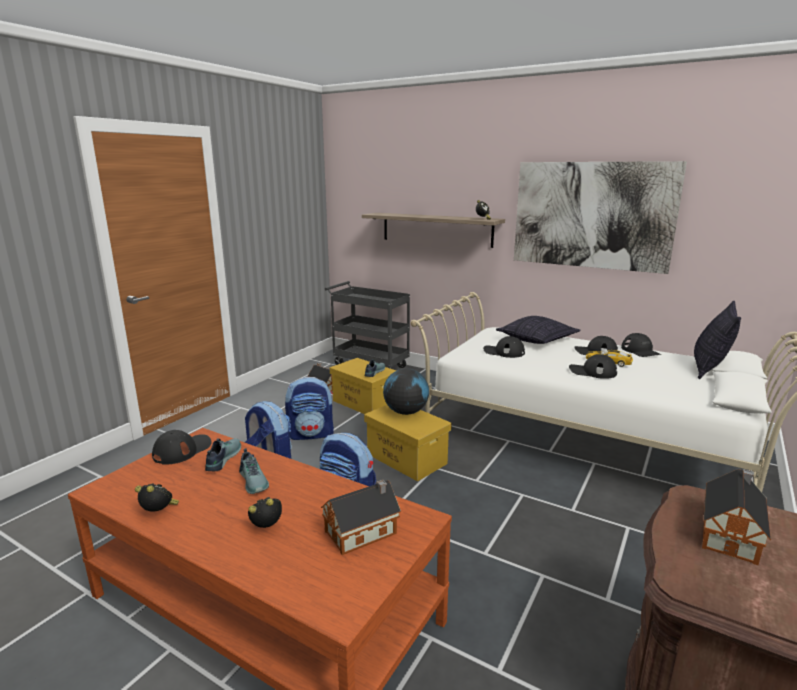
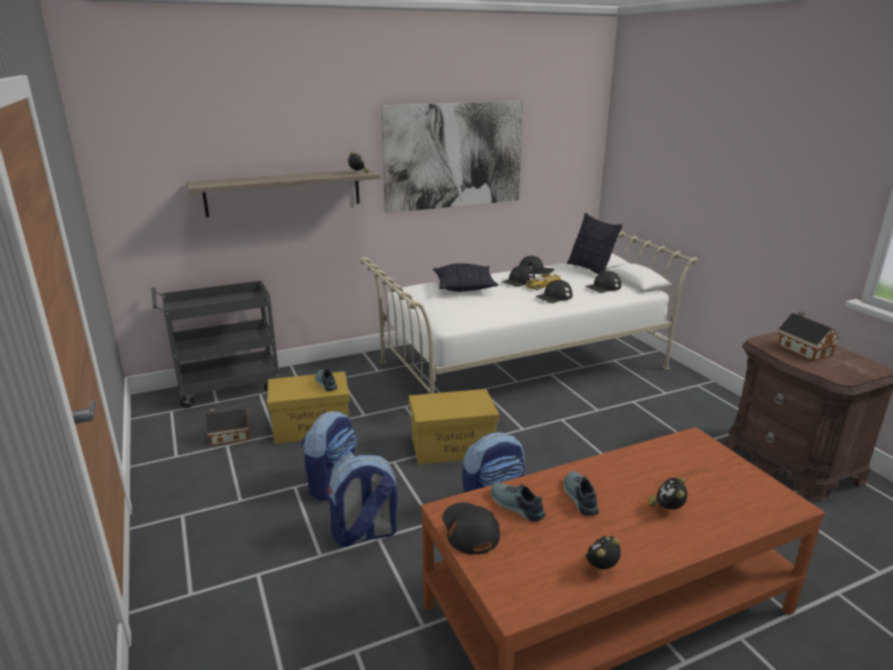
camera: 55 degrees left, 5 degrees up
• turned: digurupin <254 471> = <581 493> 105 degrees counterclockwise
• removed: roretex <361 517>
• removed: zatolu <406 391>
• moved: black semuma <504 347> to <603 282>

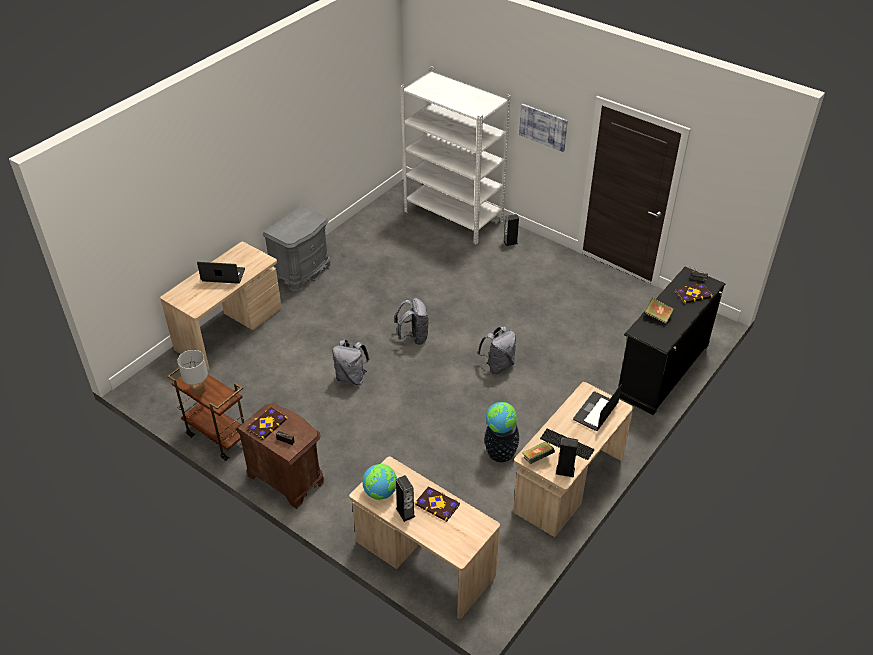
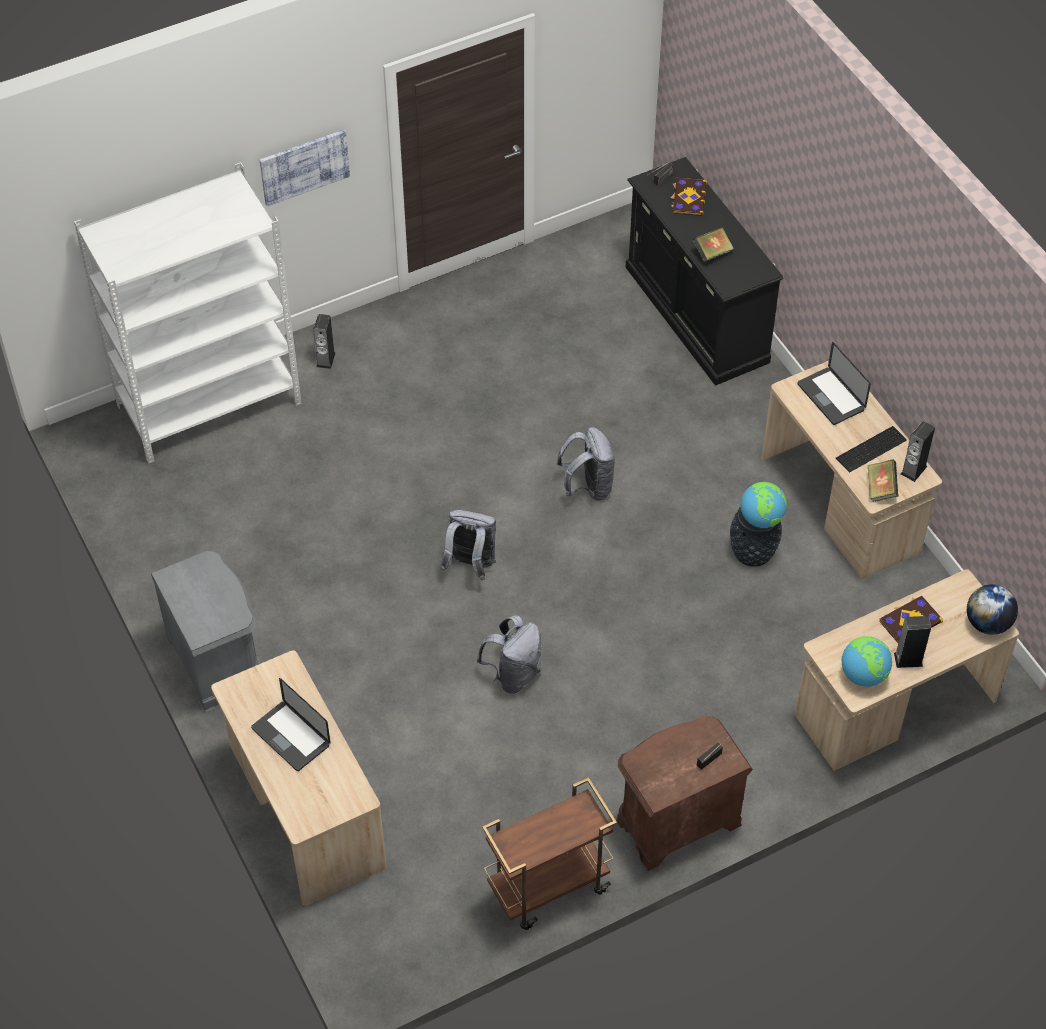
camera: 65 degrees left, 10 degrees up
• removed: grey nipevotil <192 372>
• turned: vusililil <221 273> = <290 724> 75 degrees counterclockwise
• removed: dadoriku <267 423>
• added: zatolu <992 609>

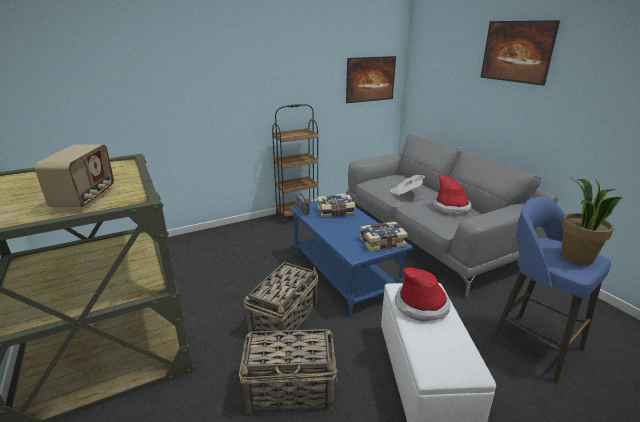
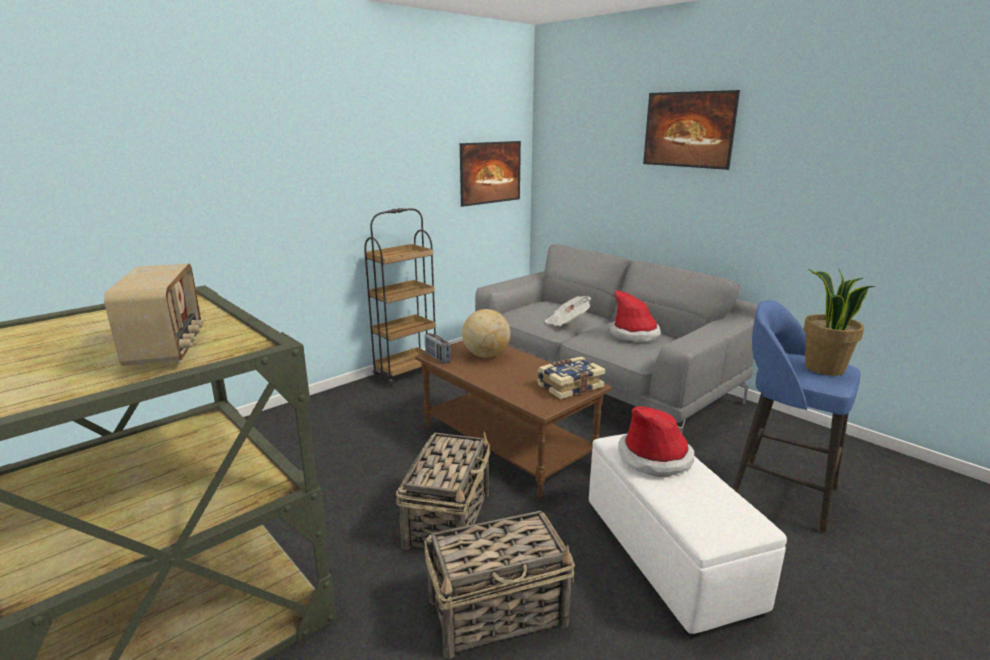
camera: 15 degrees left, 5 degrees down
• recoloured: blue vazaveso <351 258> to brown vazaveso <513 419>
• replaced: dadoriku <336 205> to zatolu <486 333>

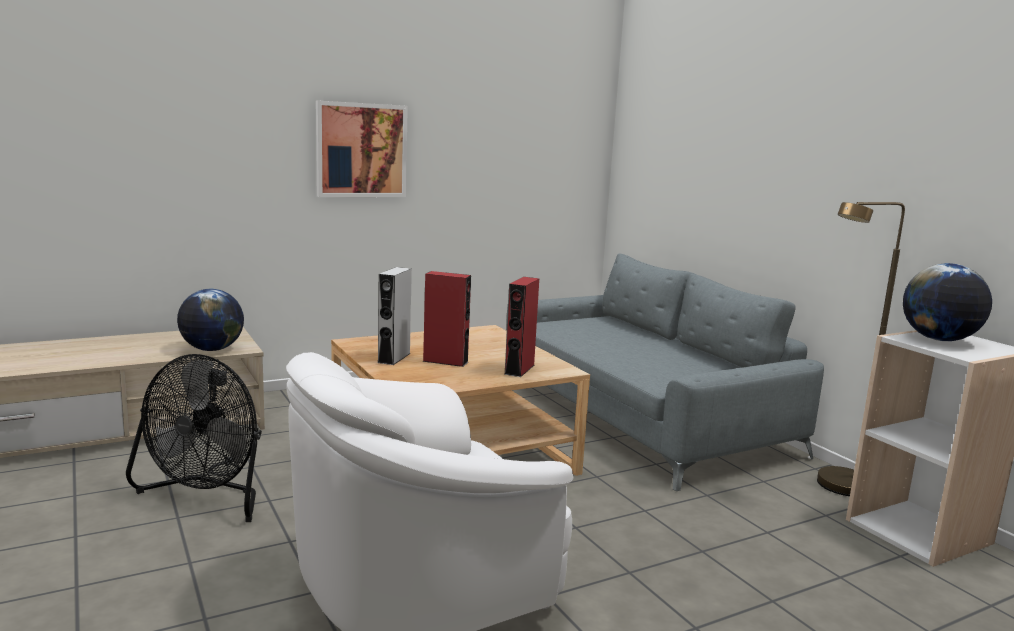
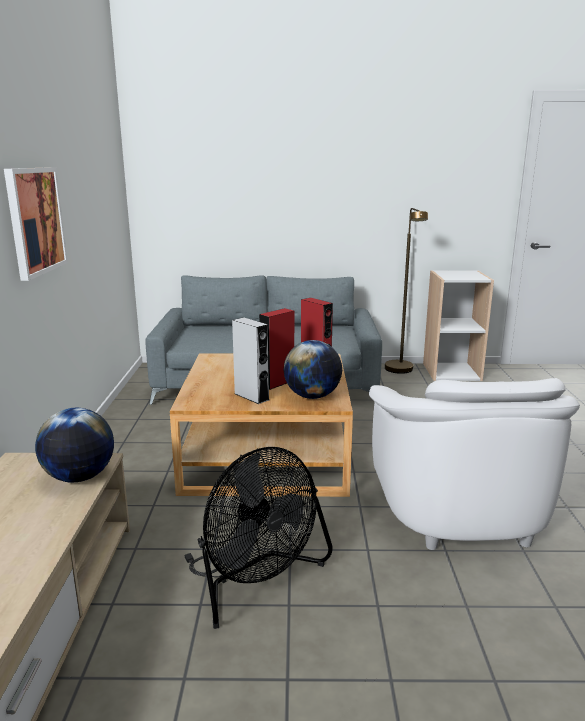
camera: 60 degrees left, 5 degrees up
• moved: zatolu <947 302> to <313 369>

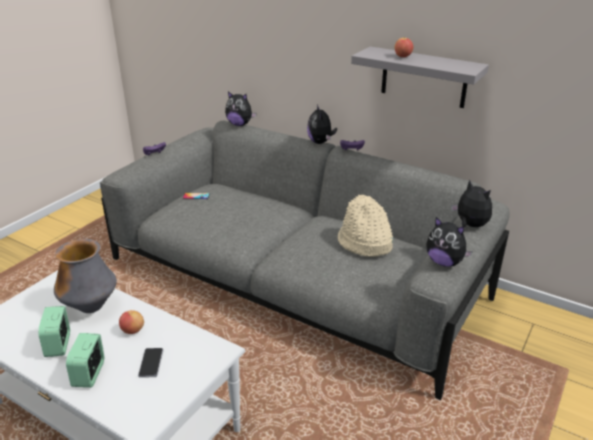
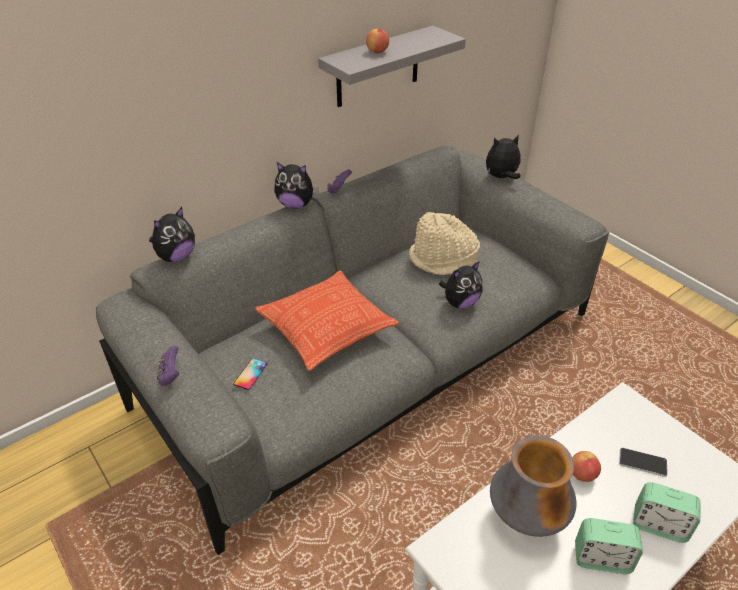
camera: 70 degrees left, 10 degrees up
• moved: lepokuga <449 242> to <460 284>
• added: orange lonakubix <327 321>

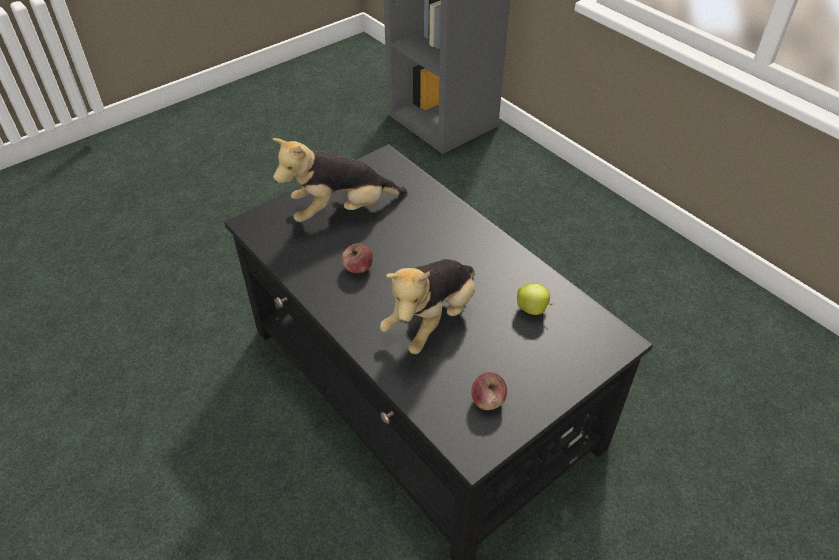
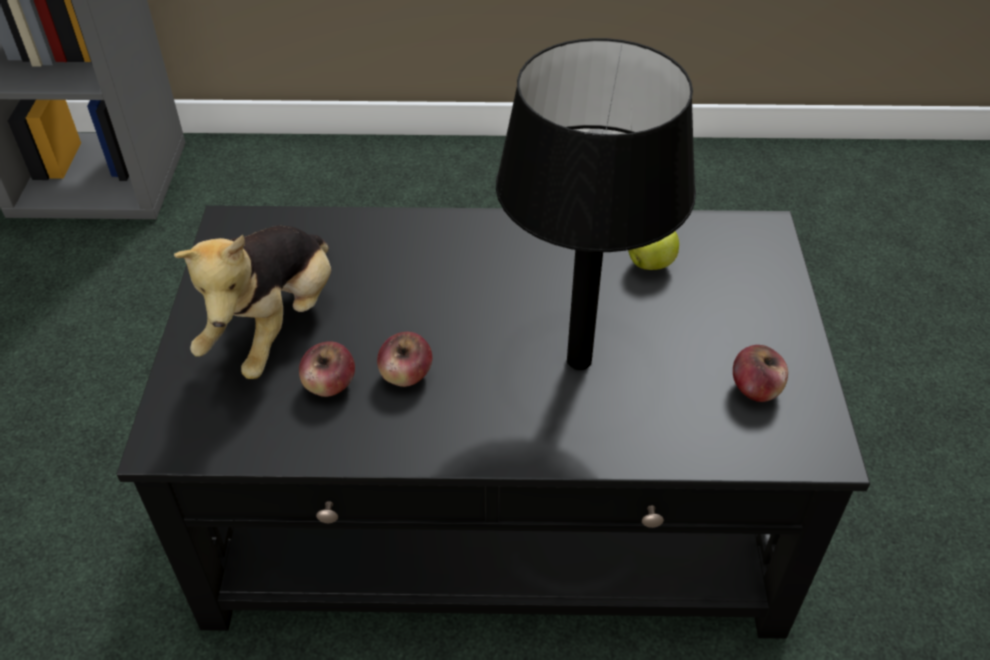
camera: 50 degrees left, 0 degrees up
• replaced: lepokuga <427 306> to black nipevotil <596 204>
• added: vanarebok <327 369>

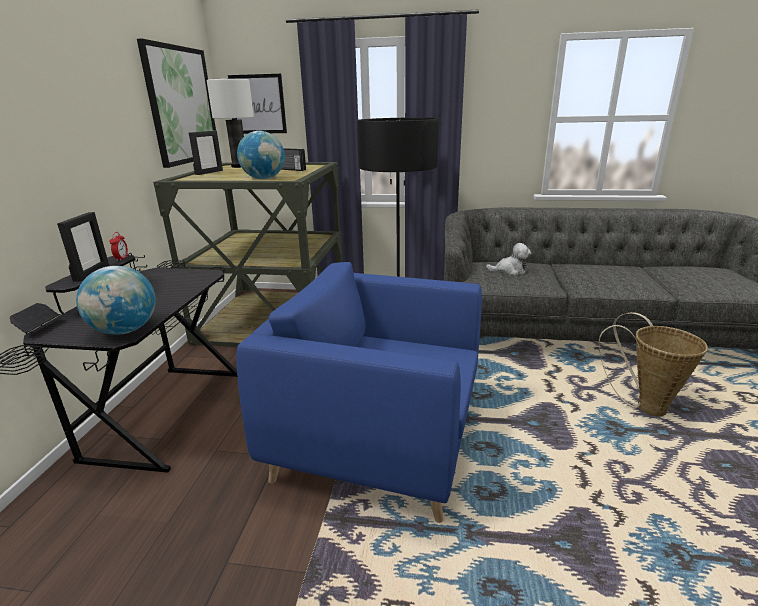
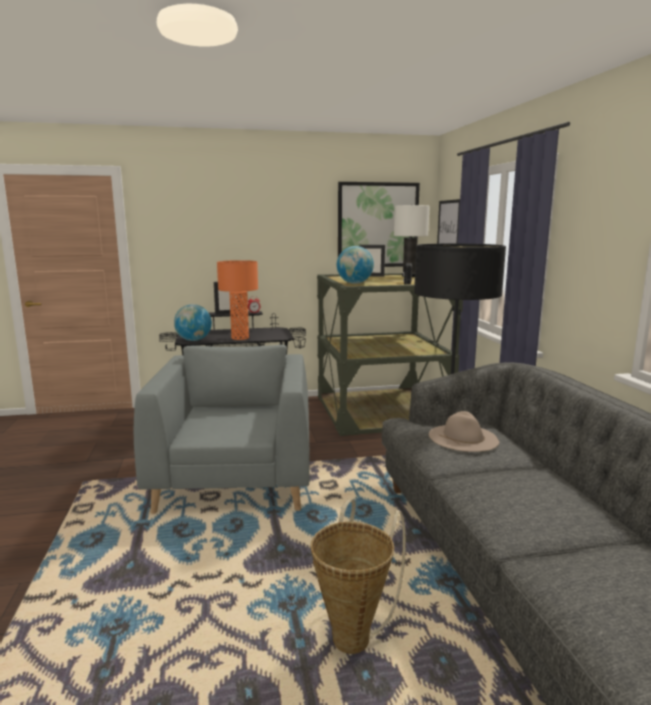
camera: 70 degrees right, 10 degrees down
• recoloured: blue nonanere <359 392> to grey nonanere <222 429>
• replaced: lepokuga <508 259> to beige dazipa <464 431>
• added: orange nipevotil <237 300>

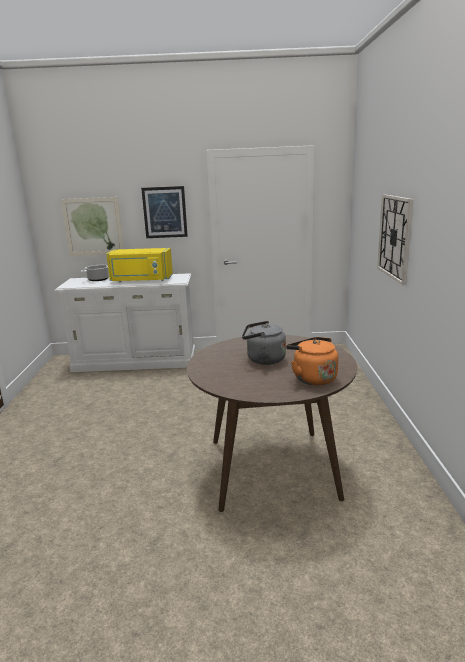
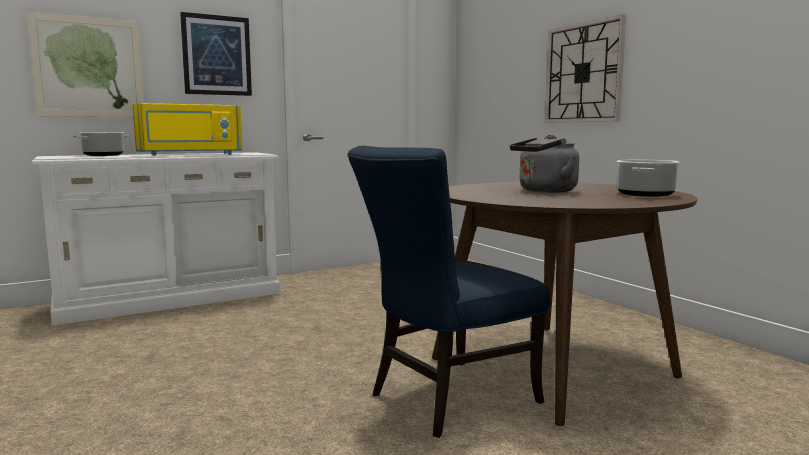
camera: 30 degrees left, 10 degrees down
• replaced: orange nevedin <312 361> to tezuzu <648 178>
• added: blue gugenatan <448 292>

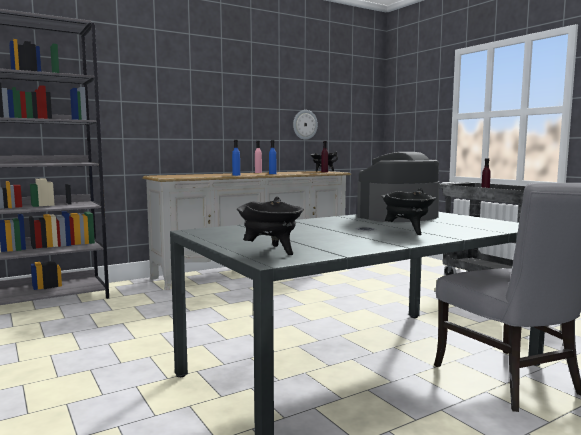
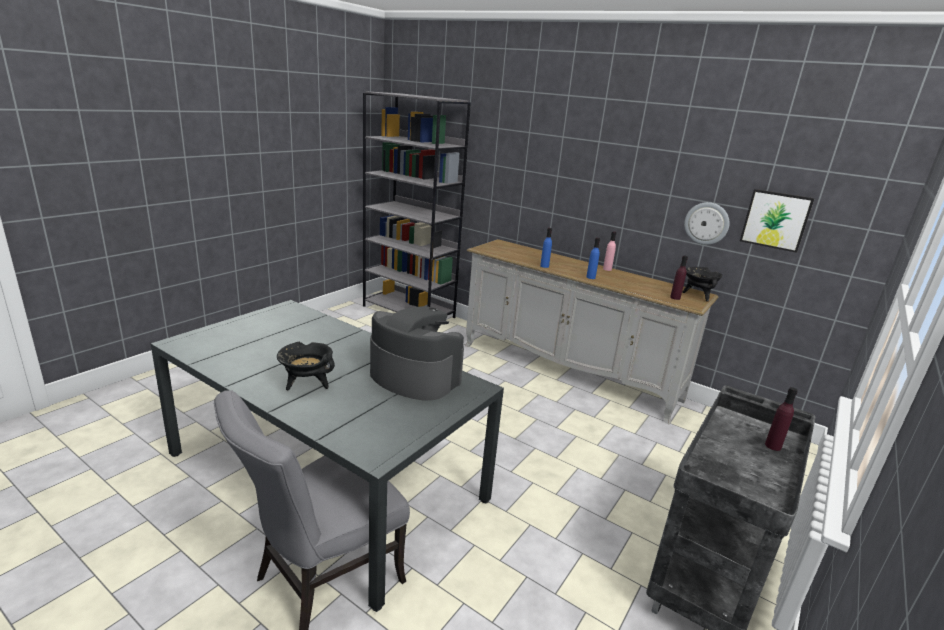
camera: 65 degrees right, 15 degrees up
• removed: black tezuzu <270 226>
• added: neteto <777 221>

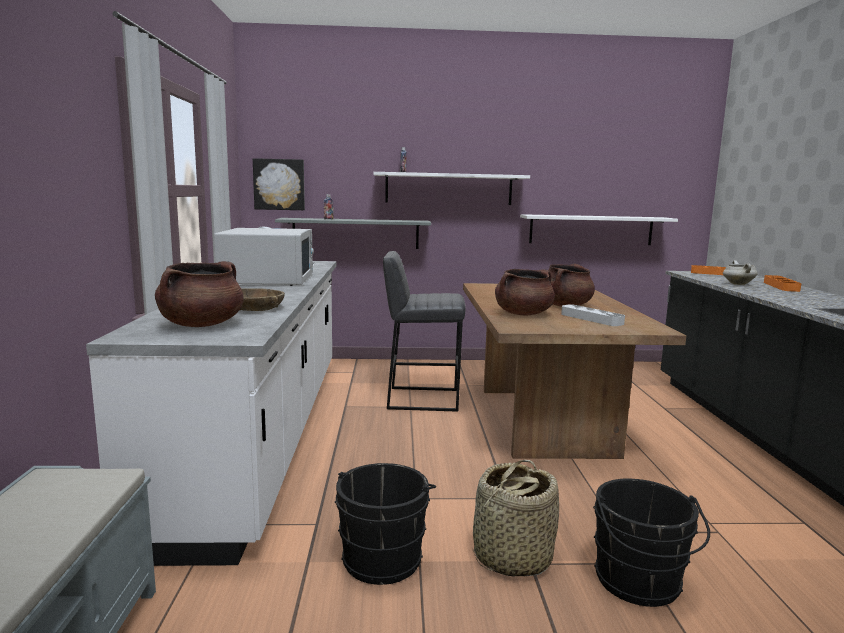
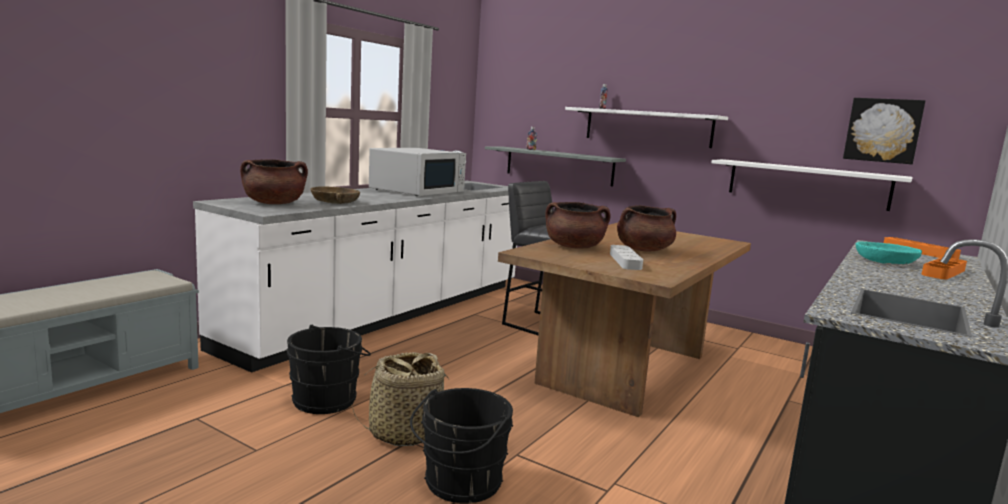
camera: 35 degrees right, 0 degrees up
• moved: neteto <279 184> to <884 131>
• replaced: white tezuzu <740 272> to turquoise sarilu <889 253>

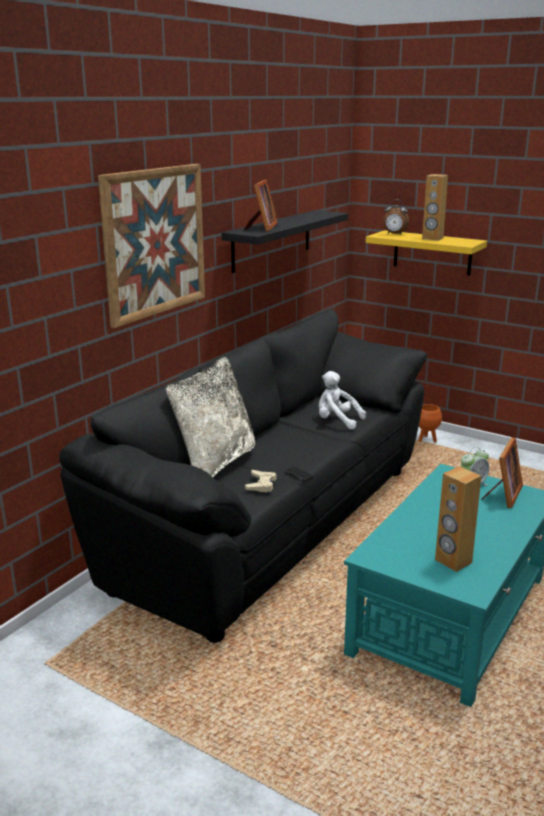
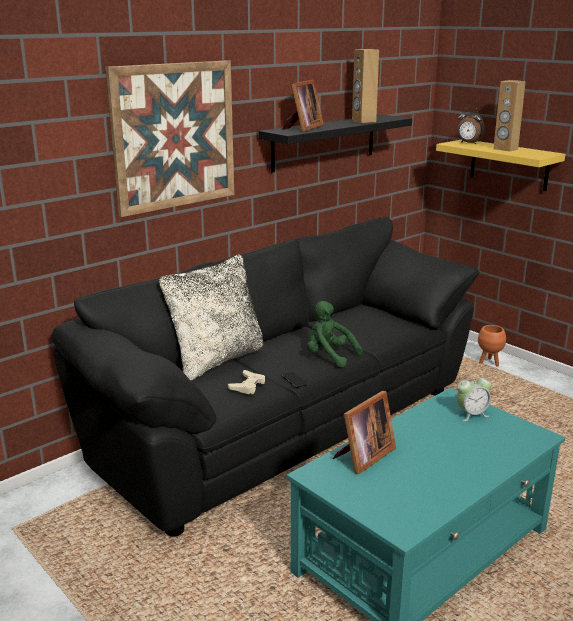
camera: 15 degrees right, 0 degrees up
• removed: white lepokuga <342 400>
• moved: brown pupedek <458 519> to <365 86>
• moved: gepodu <502 472> to <364 432>
• added: green lepokuga <335 334>

